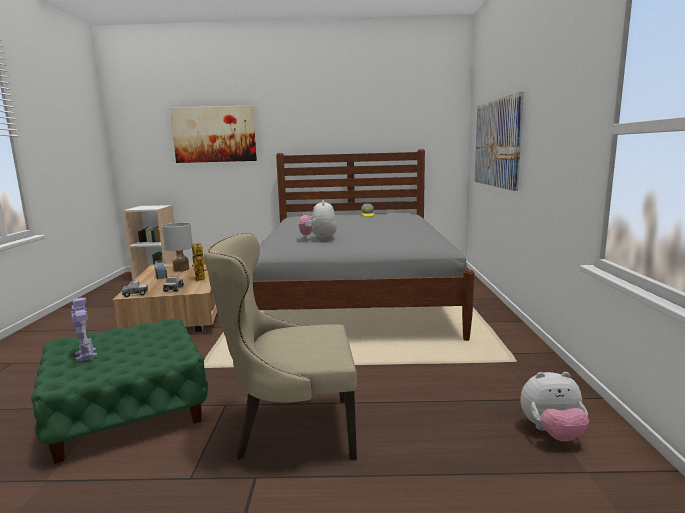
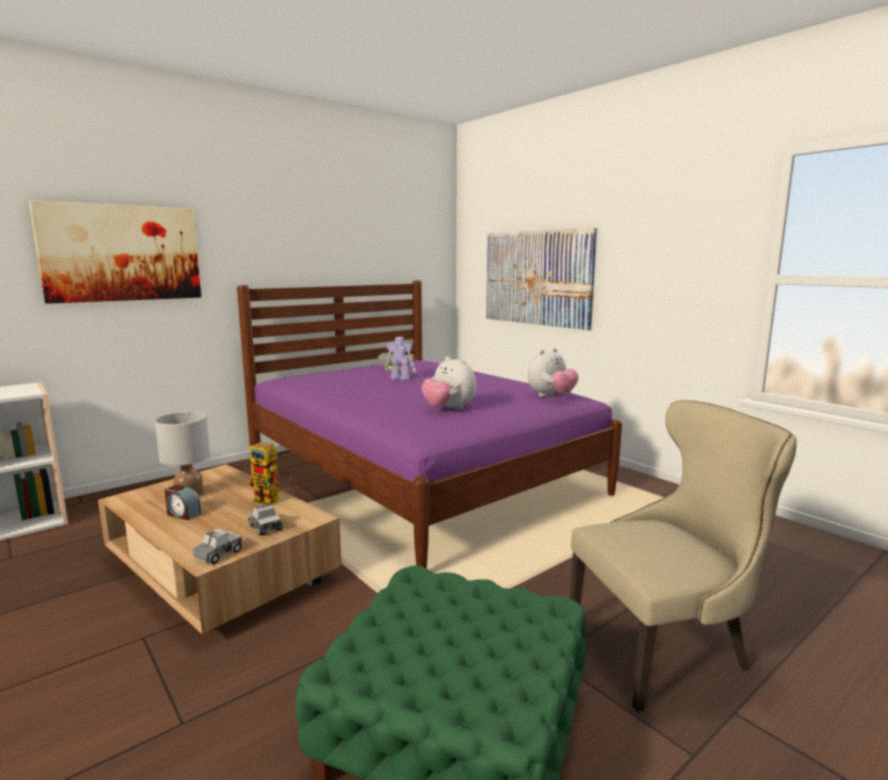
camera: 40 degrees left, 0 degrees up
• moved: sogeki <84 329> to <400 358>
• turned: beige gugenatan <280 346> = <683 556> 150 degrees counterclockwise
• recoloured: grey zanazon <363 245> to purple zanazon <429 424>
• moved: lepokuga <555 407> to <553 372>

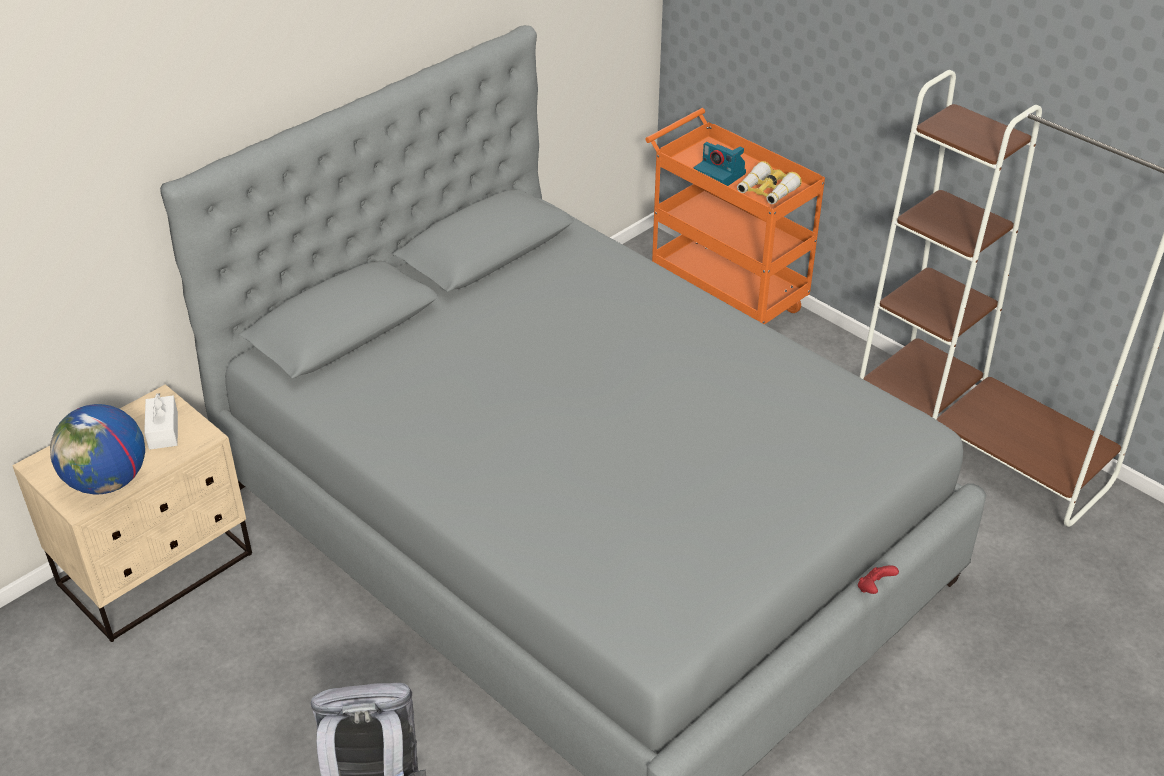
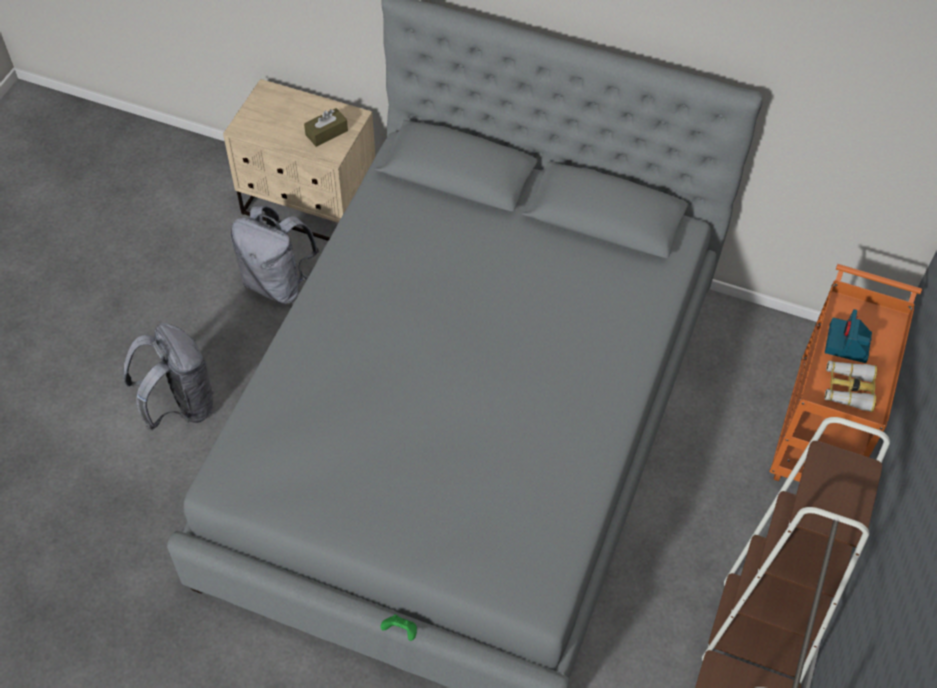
camera: 65 degrees right, 15 degrees up
• removed: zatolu <97 449>
• recoloured: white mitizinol <161 421> to brown mitizinol <326 127>
• recoloured: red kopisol <878 579> to green kopisol <398 627>
• added: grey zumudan <275 255>

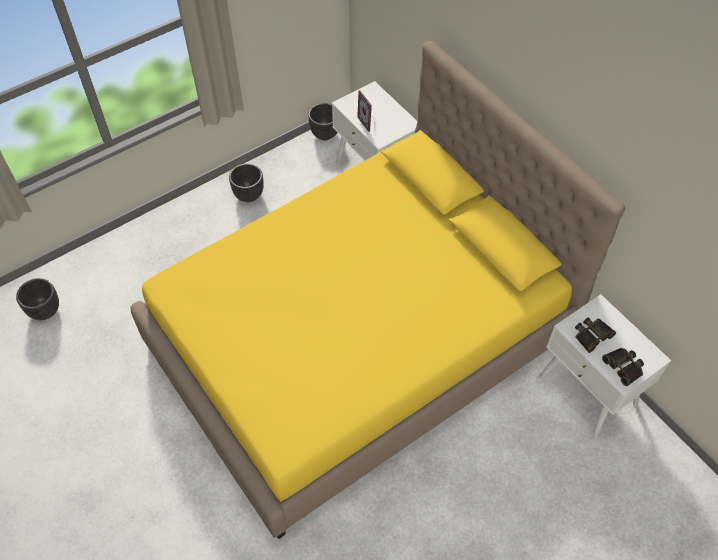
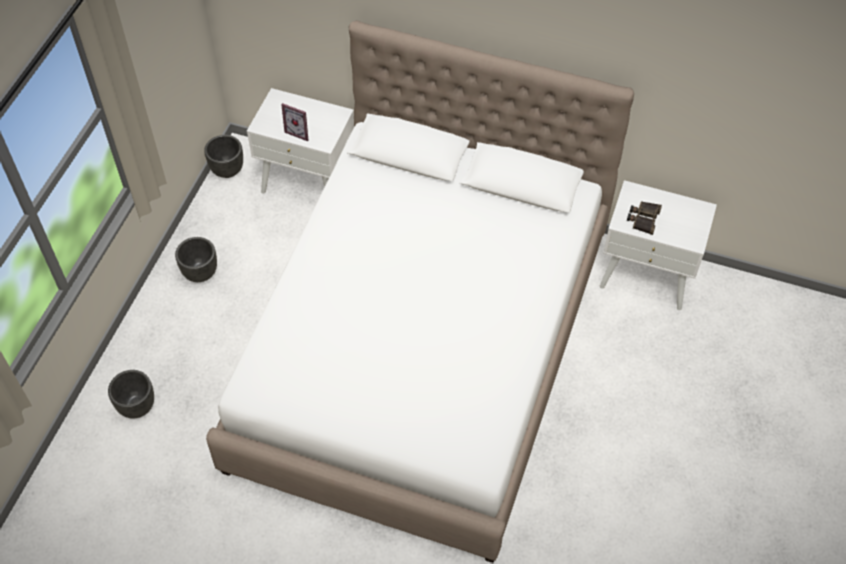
camera: 35 degrees left, 0 degrees up
• moved: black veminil <37 299> to <131 394>
• recoloured: yellow zanazon <377 290> to white zanazon <420 291>
• removed: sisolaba <623 367>

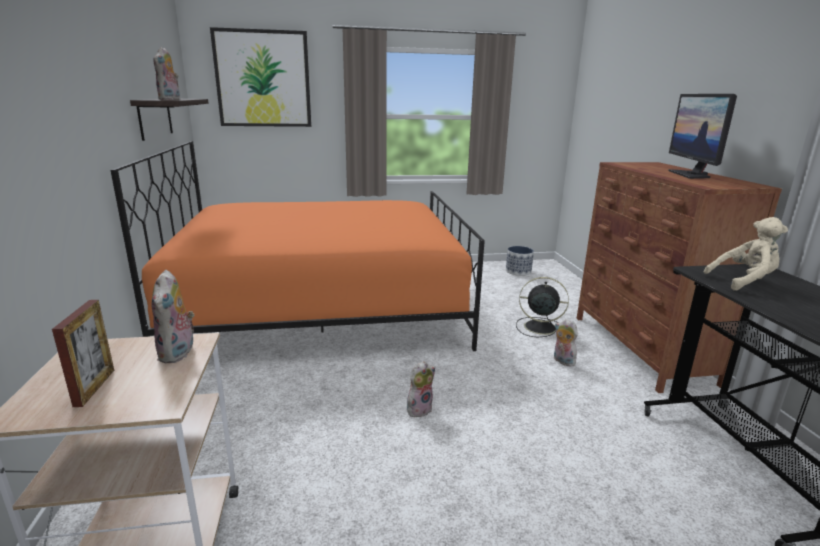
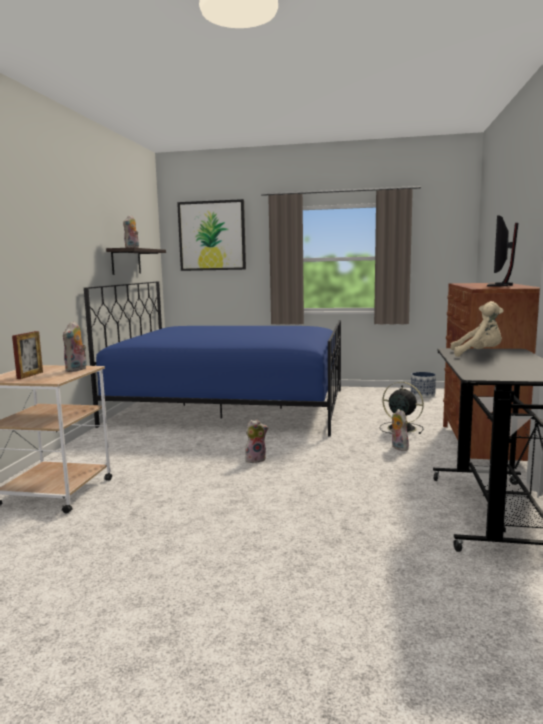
camera: 20 degrees right, 10 degrees down
• recoloured: orange zanazon <298 246> to blue zanazon <212 359>

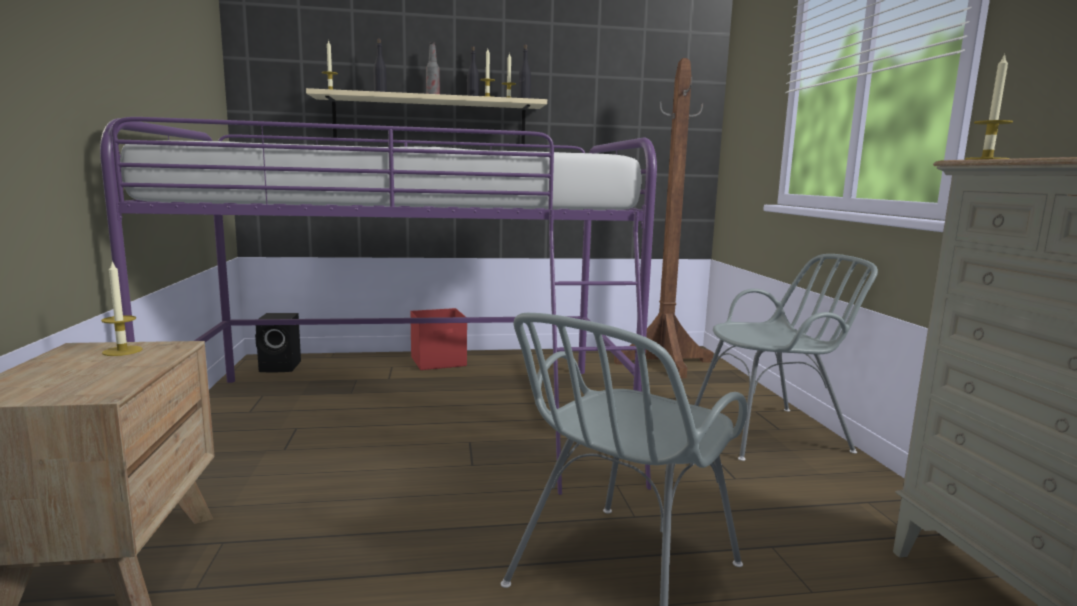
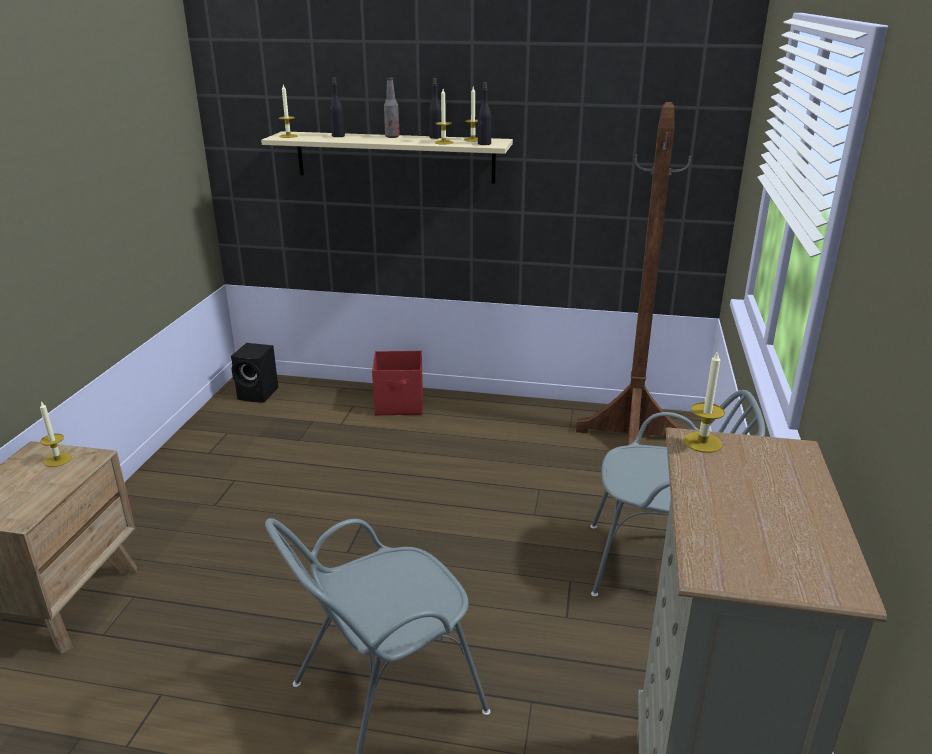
camera: 20 degrees right, 15 degrees up
• removed: purple zanazon <378 306>

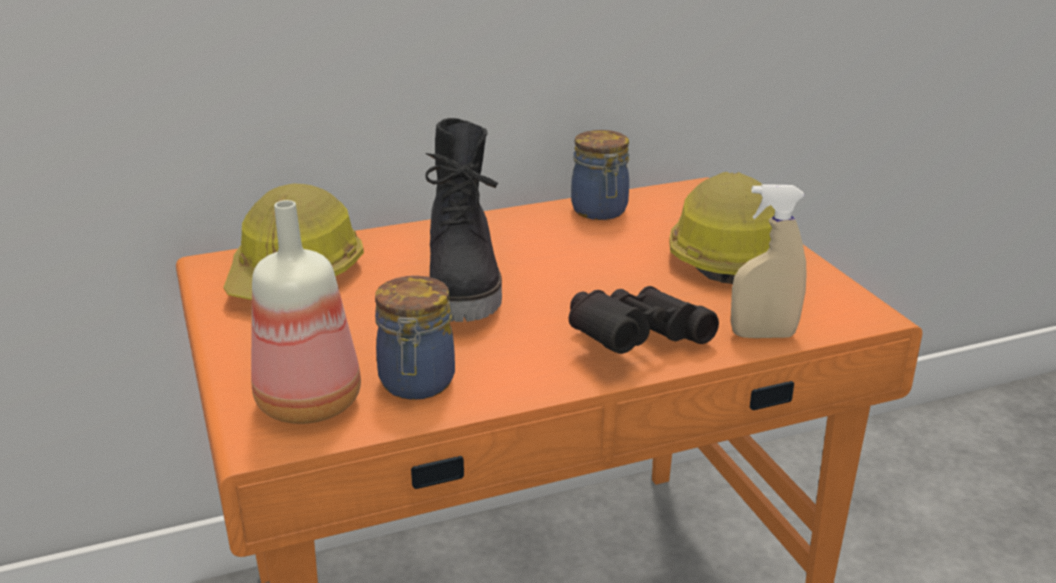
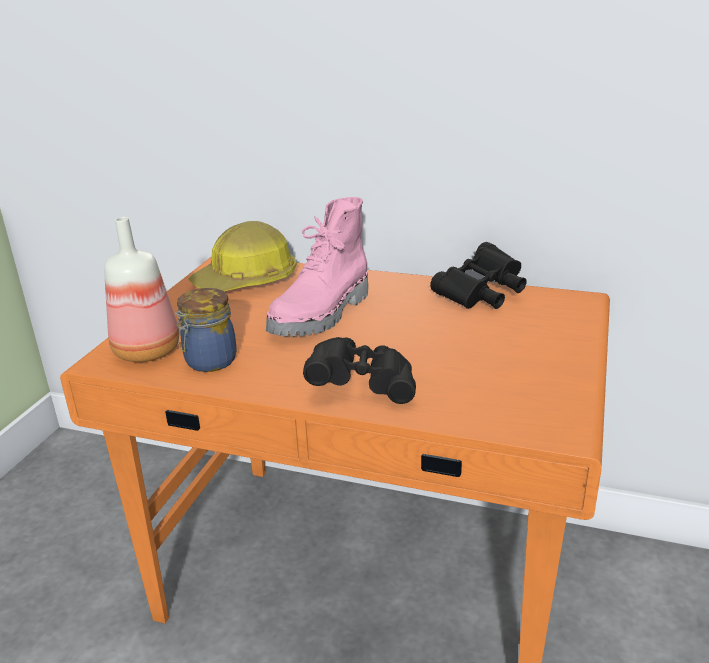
camera: 40 degrees right, 0 degrees up
• recoloured: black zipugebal <463 220> to pink zipugebal <317 267>
• replaced: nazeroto <600 175> to black sisolaba <478 275>
• removed: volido <722 228>
• removed: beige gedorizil <769 261>

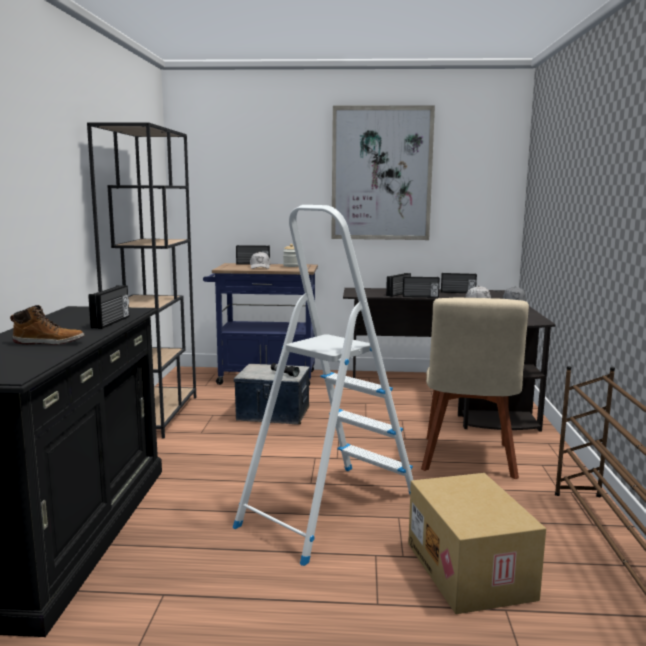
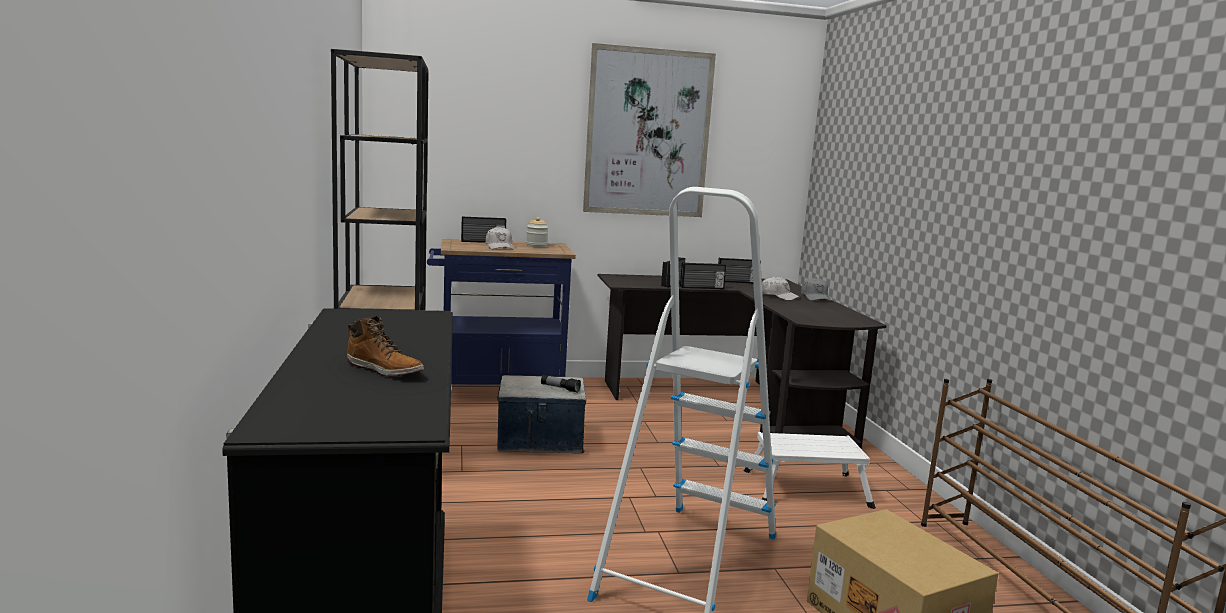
camera: 15 degrees left, 0 degrees up
• turned: zipugebal <47 325> = <385 346> 45 degrees clockwise
• removed: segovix <108 307>
• replaced: beige gugenatan <475 388> to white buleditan <810 470>

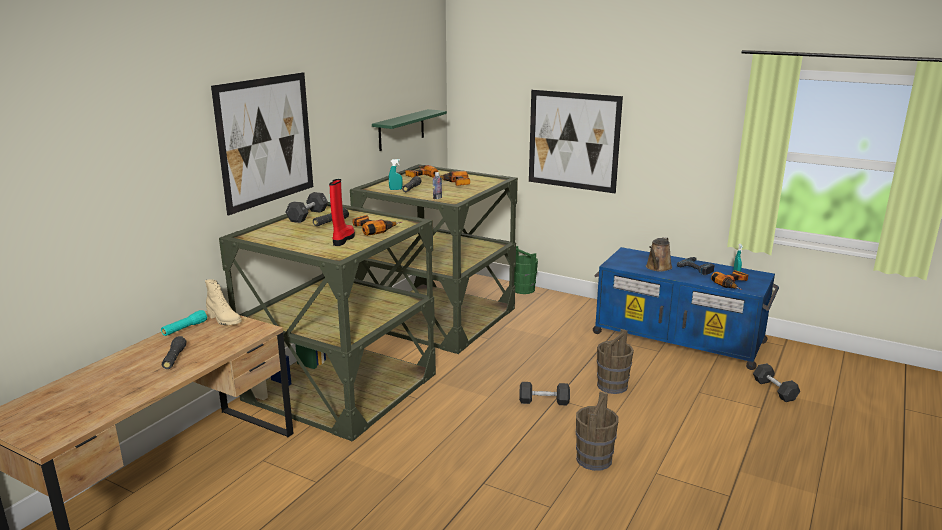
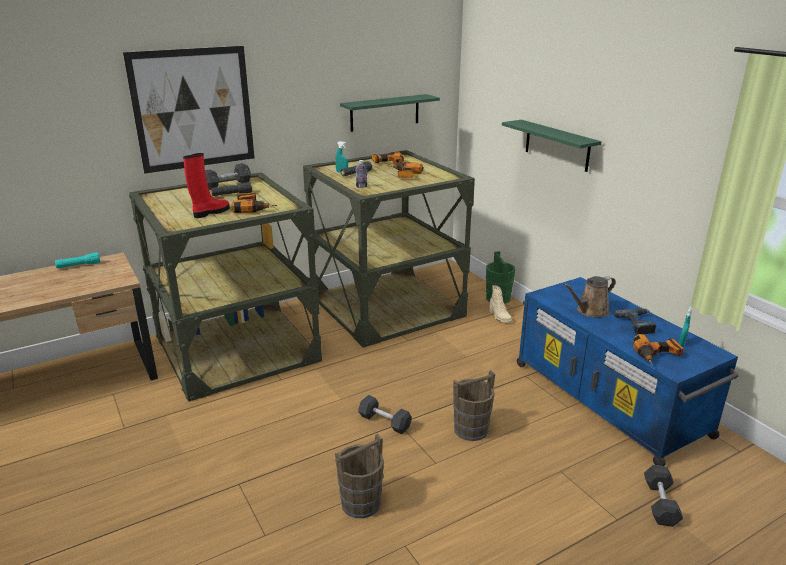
camera: 30 degrees right, 5 degrees up
• removed: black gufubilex <174 352>
• moved: beige zipugebal <223 302> to <500 304>
• replaced: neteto <576 141> to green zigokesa <552 146>

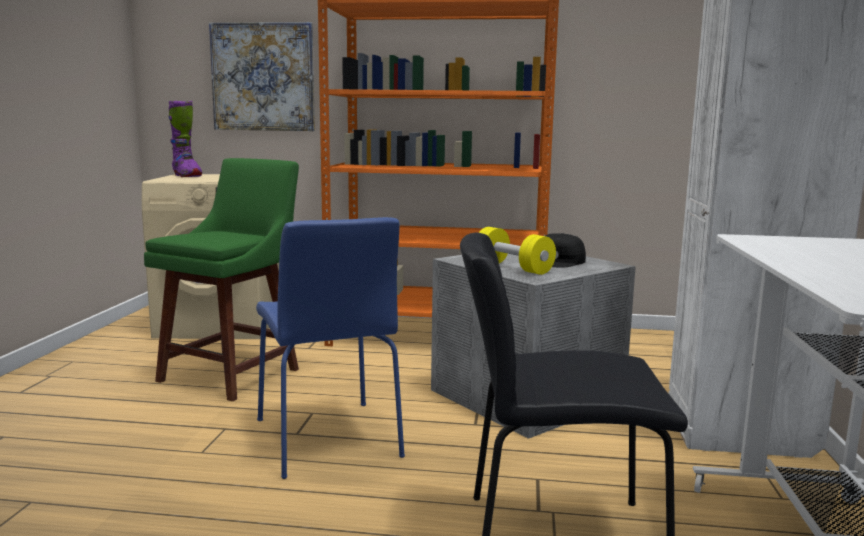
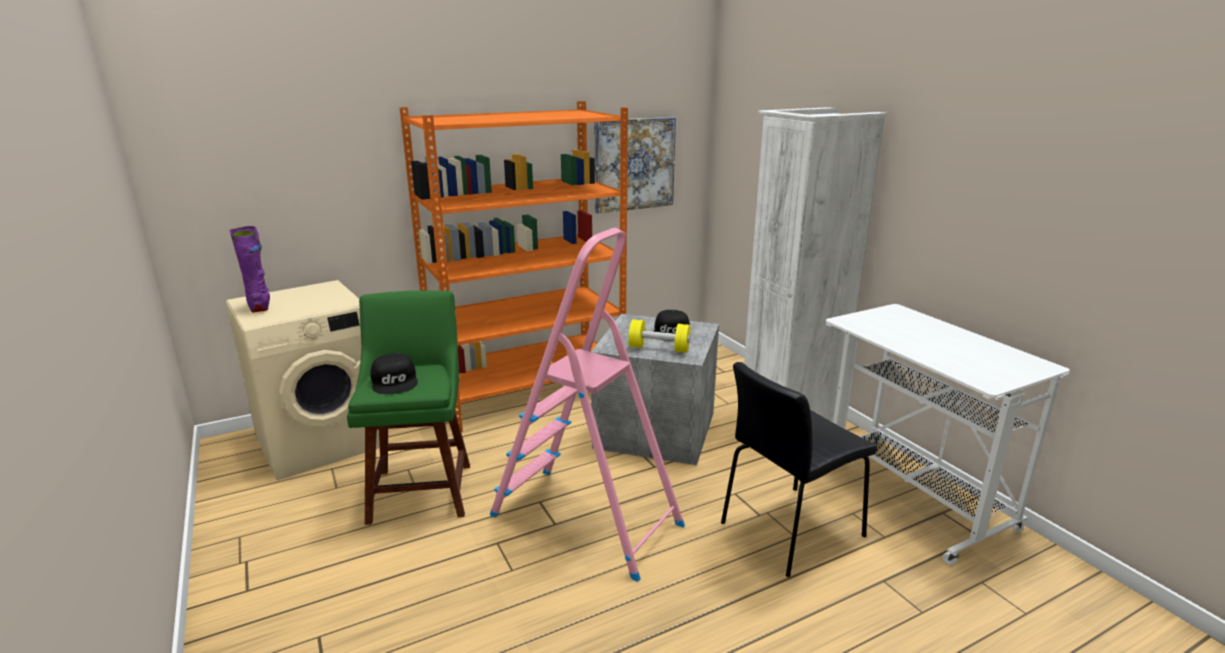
camera: 35 degrees left, 10 degrees up
• turned: purple zipugebal <185 139> = <249 269> 135 degrees counterclockwise
• moved: neteto <262 76> to <635 165>
• replaced: blue gugenatan <330 348> to pink buleditan <587 405>
• added: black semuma <394 373>

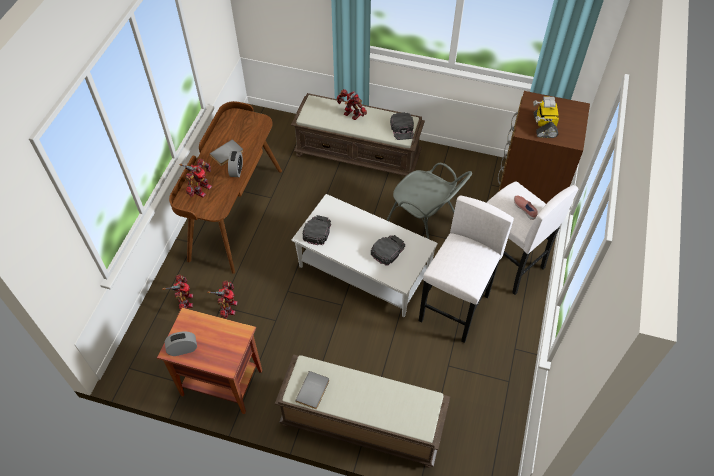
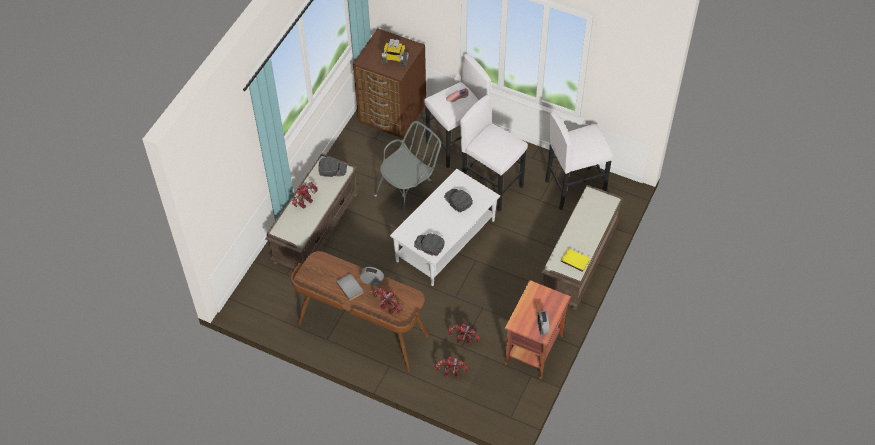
camera: 80 degrees left, 0 degrees up
• recoloured: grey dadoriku <312 390> to yellow dadoriku <575 260>
• added: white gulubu <579 161>

